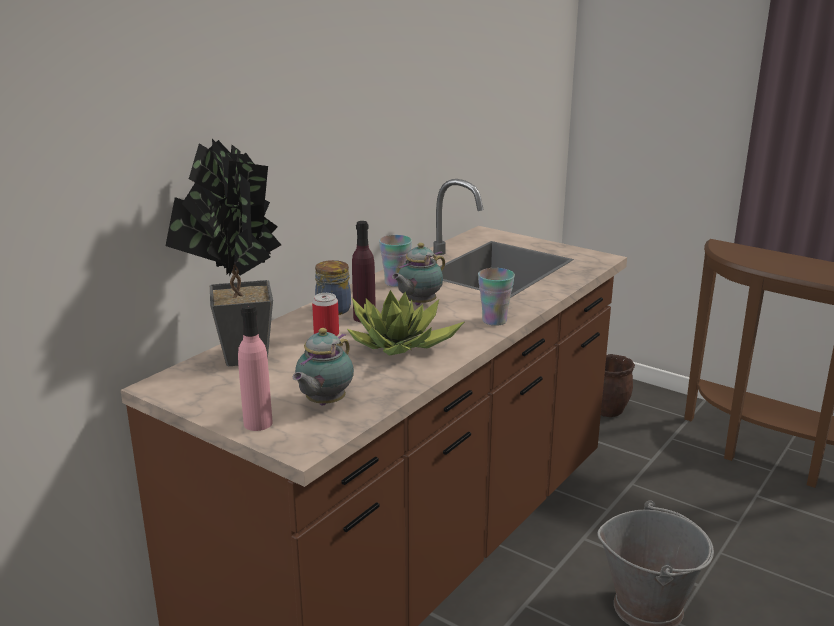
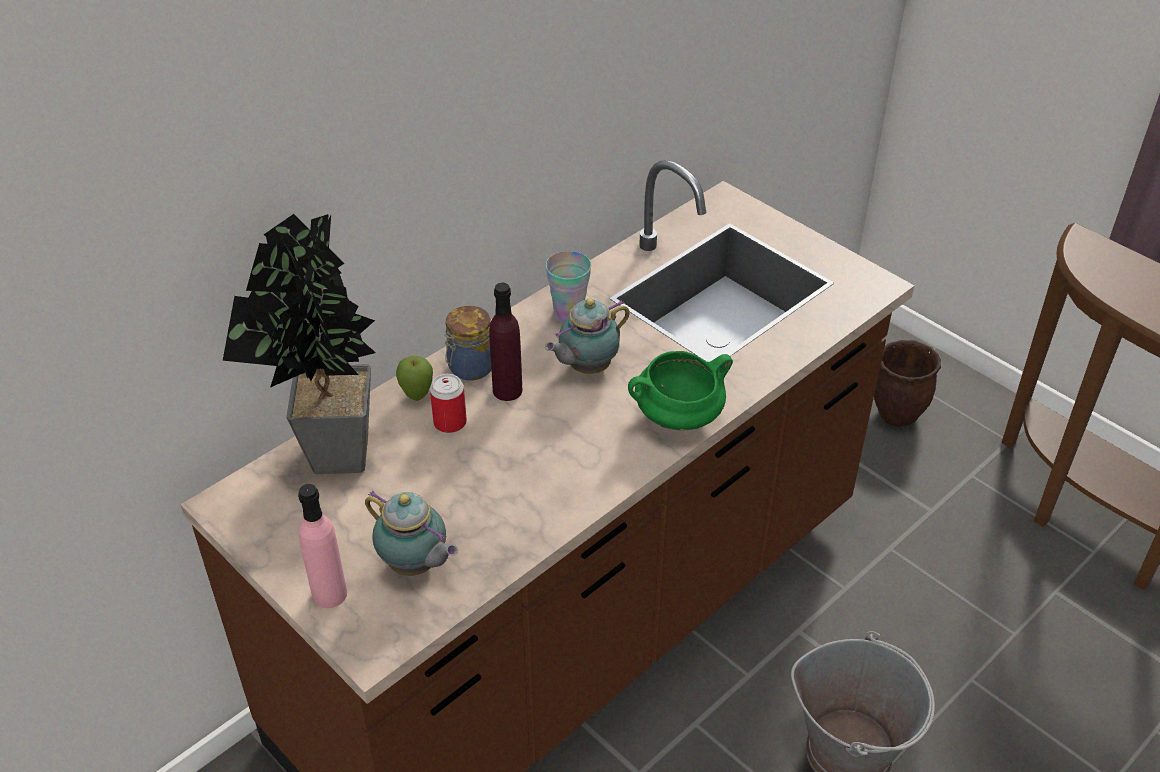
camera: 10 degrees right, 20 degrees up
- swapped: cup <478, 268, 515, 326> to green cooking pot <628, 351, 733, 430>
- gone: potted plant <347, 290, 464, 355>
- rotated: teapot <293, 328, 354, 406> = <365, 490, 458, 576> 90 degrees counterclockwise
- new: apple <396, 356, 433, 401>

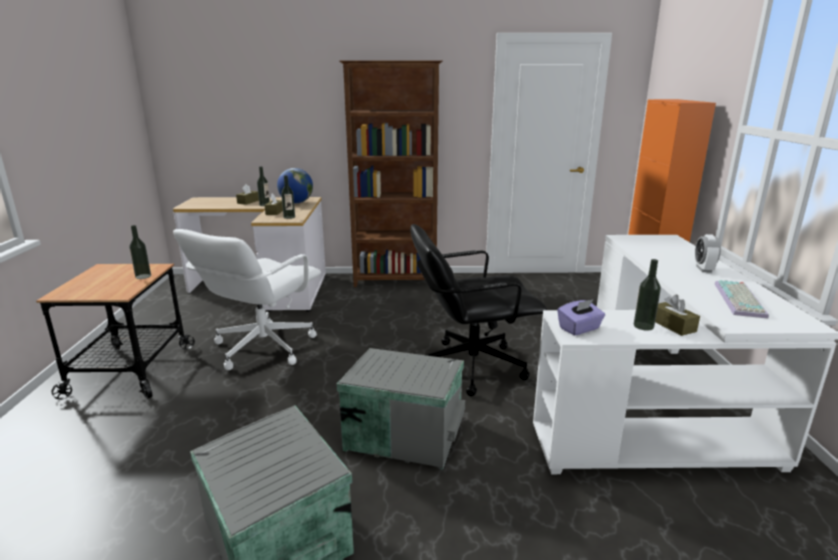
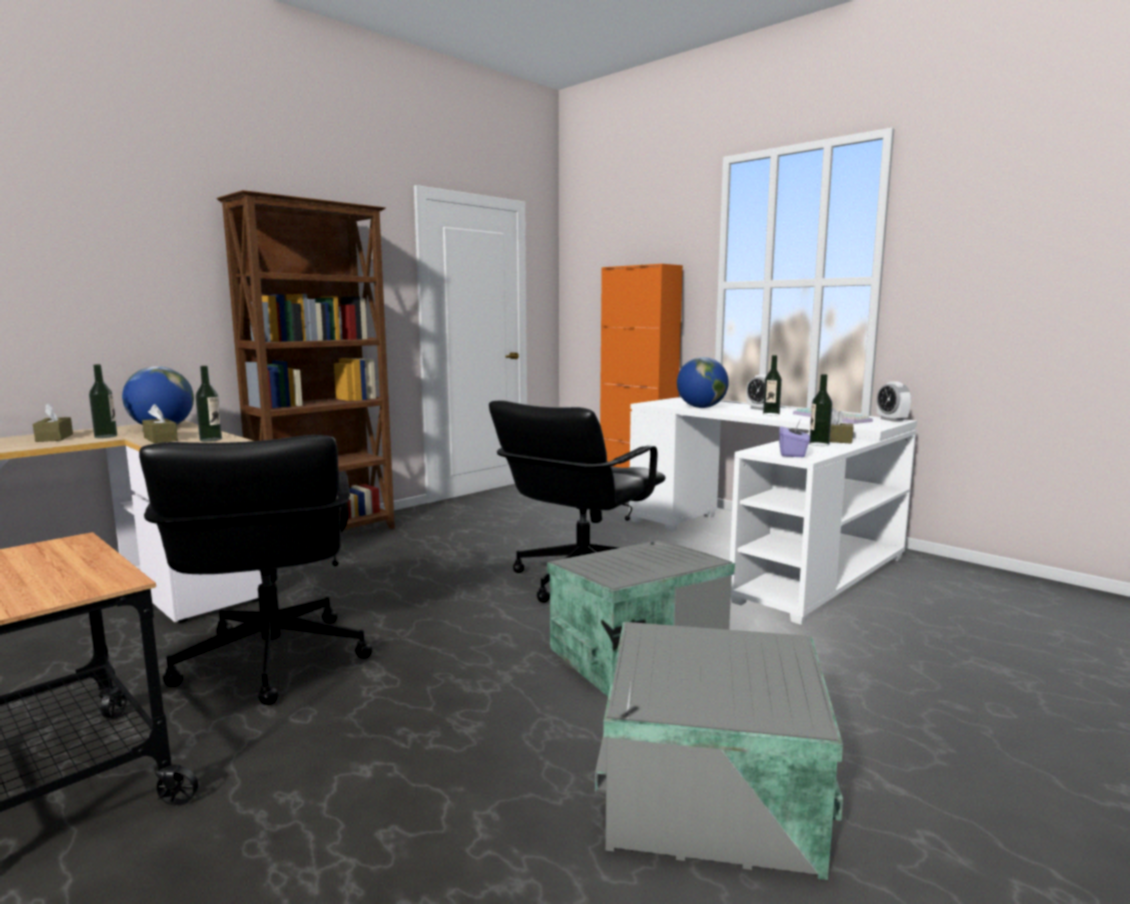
camera: 45 degrees left, 10 degrees down
- shifted: bottle <129, 225, 151, 279> to <763, 355, 782, 415>
- repainted: white office chair <173, 229, 321, 370> to black office chair <139, 435, 372, 705>
- new: globe <677, 357, 729, 408>
- new: alarm clock <877, 381, 911, 422>

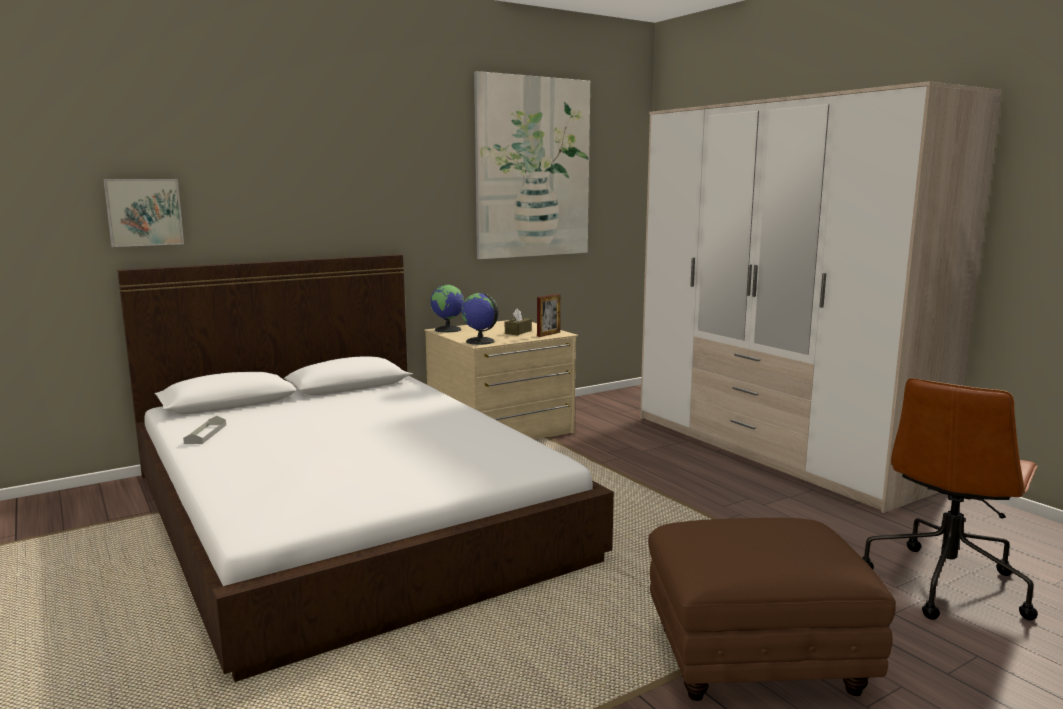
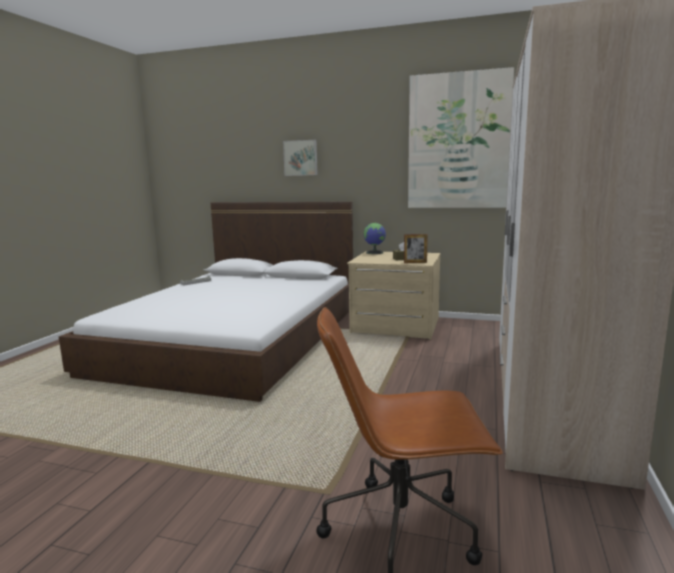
camera: 50 degrees right, 0 degrees up
- shifted: picture <103, 179, 184, 247> to <283, 140, 318, 176>
- gone: globe <461, 293, 499, 345>
- gone: brown ottoman <648, 518, 896, 701>

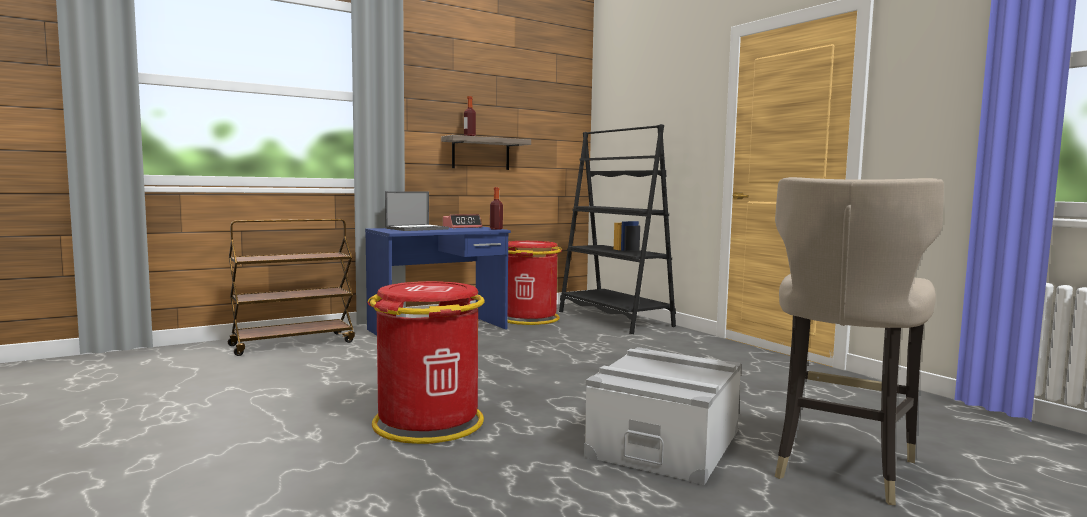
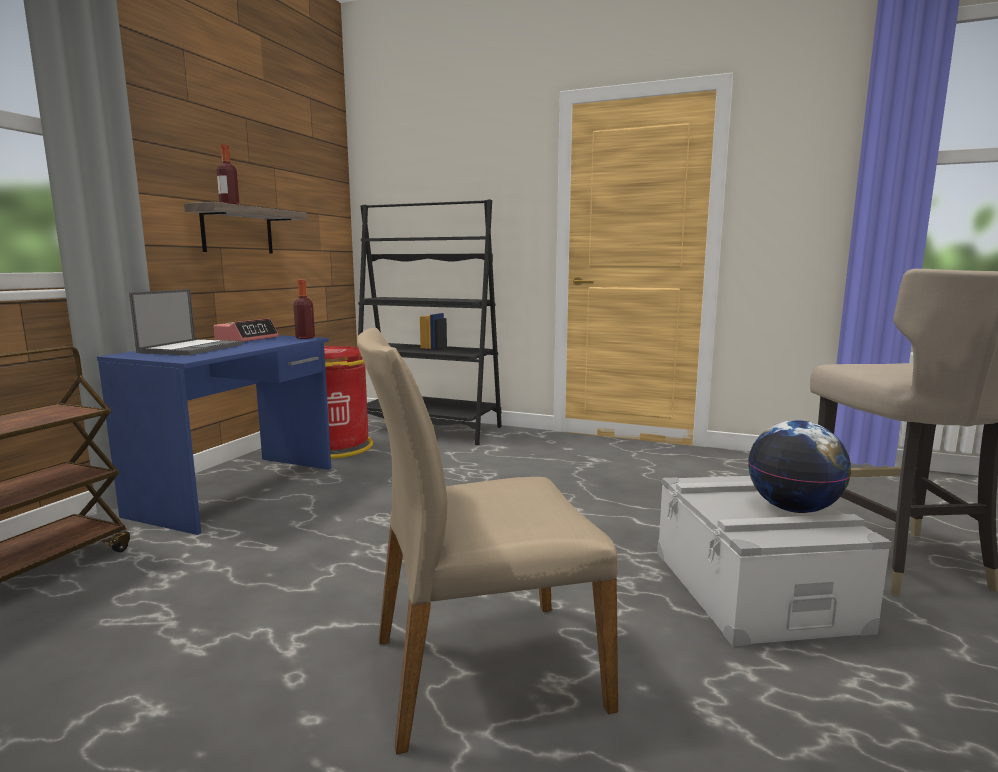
camera: 35 degrees left, 5 degrees up
- swapped: red trash can <367, 281, 485, 444> to beige chair <357, 328, 618, 755>
- new: globe <748, 420, 851, 513>

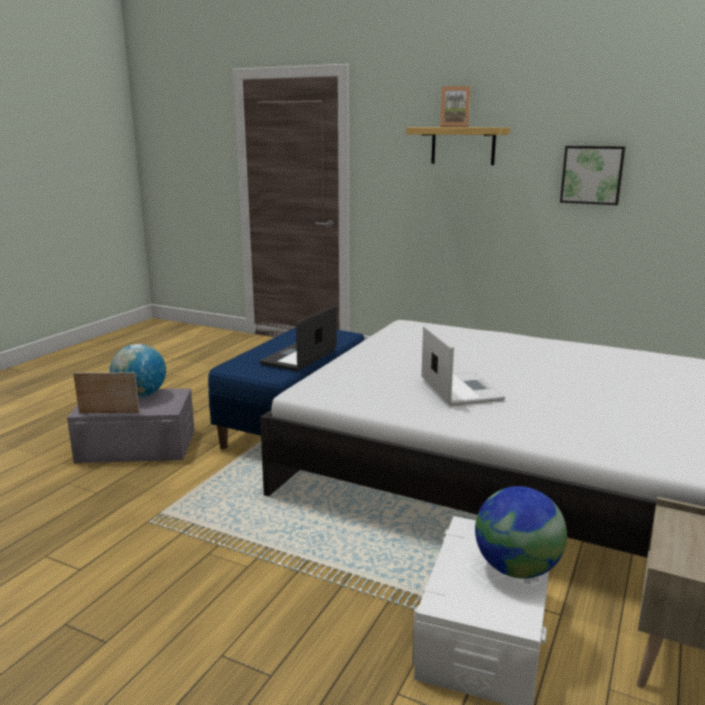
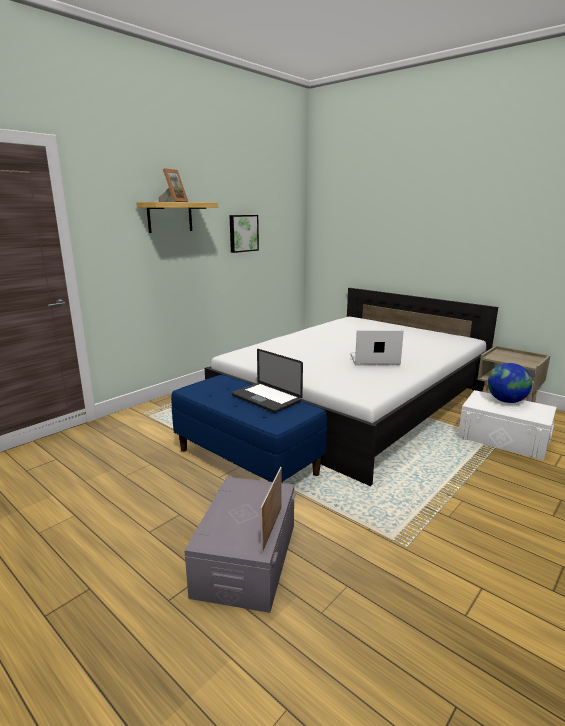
camera: 75 degrees left, 0 degrees up
- gone: globe <110, 344, 166, 398>

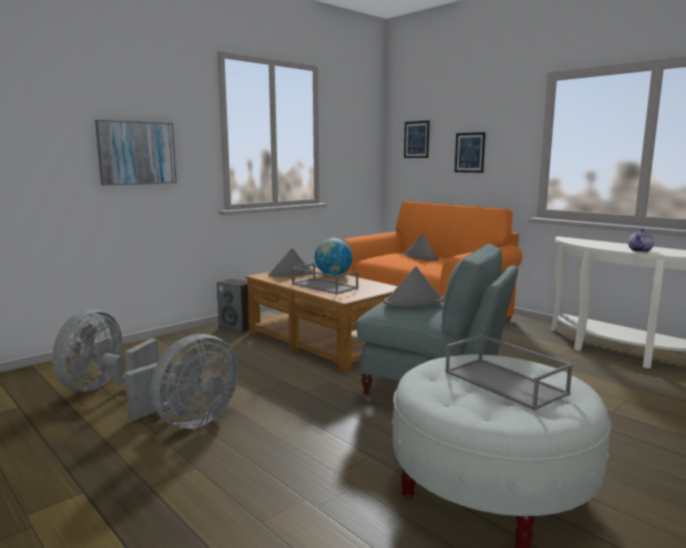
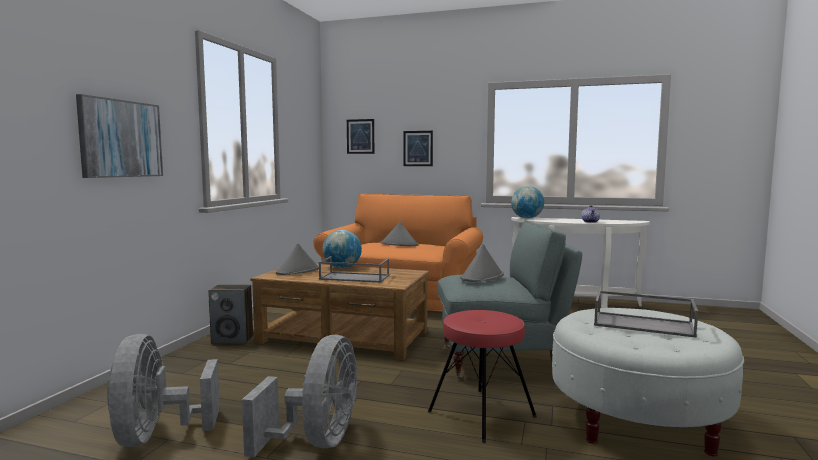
camera: 30 degrees left, 5 degrees down
- new: globe <511, 186, 544, 219>
- new: red stool <428, 310, 537, 443>

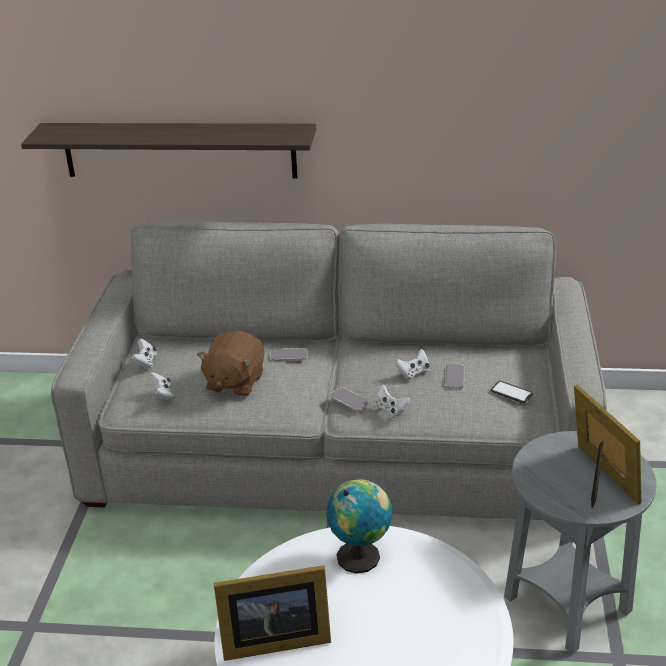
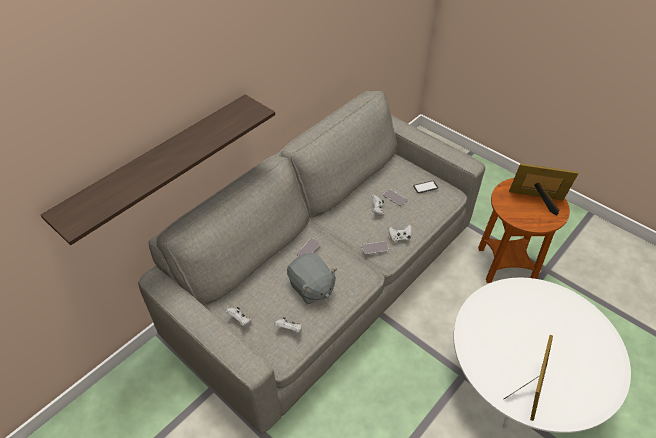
camera: 55 degrees left, 15 degrees up
- repainted: brown plush toy <197, 331, 264, 397> to grey plush toy <287, 253, 337, 304>
- repainted: grey side table <504, 431, 657, 654> to brown side table <478, 178, 570, 283>
- gone: globe <326, 479, 392, 574>

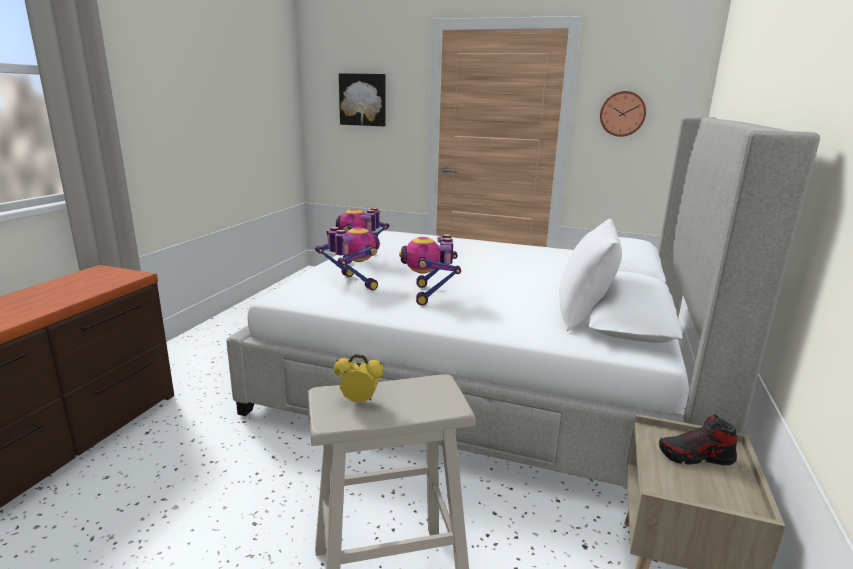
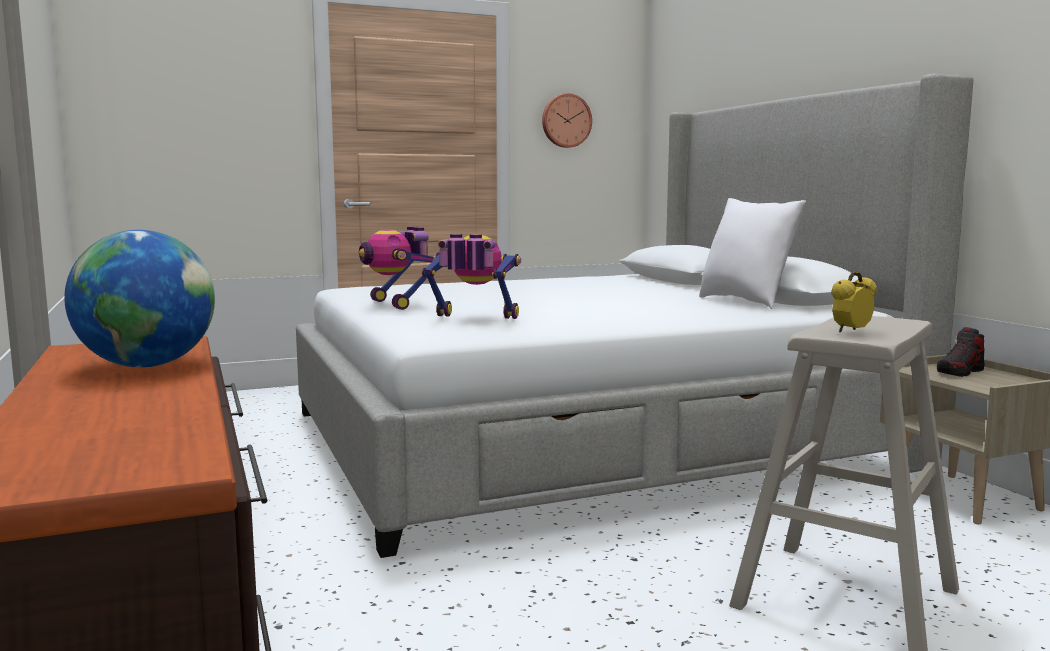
camera: 40 degrees left, 10 degrees down
- gone: picture <339, 73, 386, 126>
- gone: toy robot <399, 234, 461, 305>
- new: globe <64, 230, 215, 368>

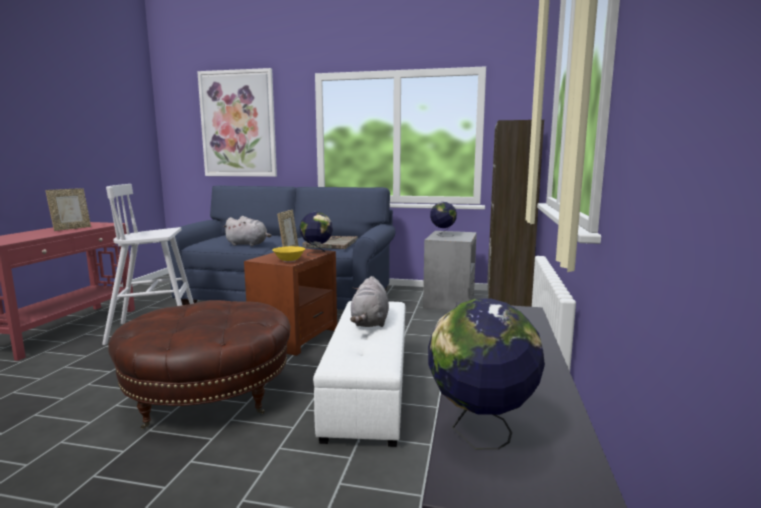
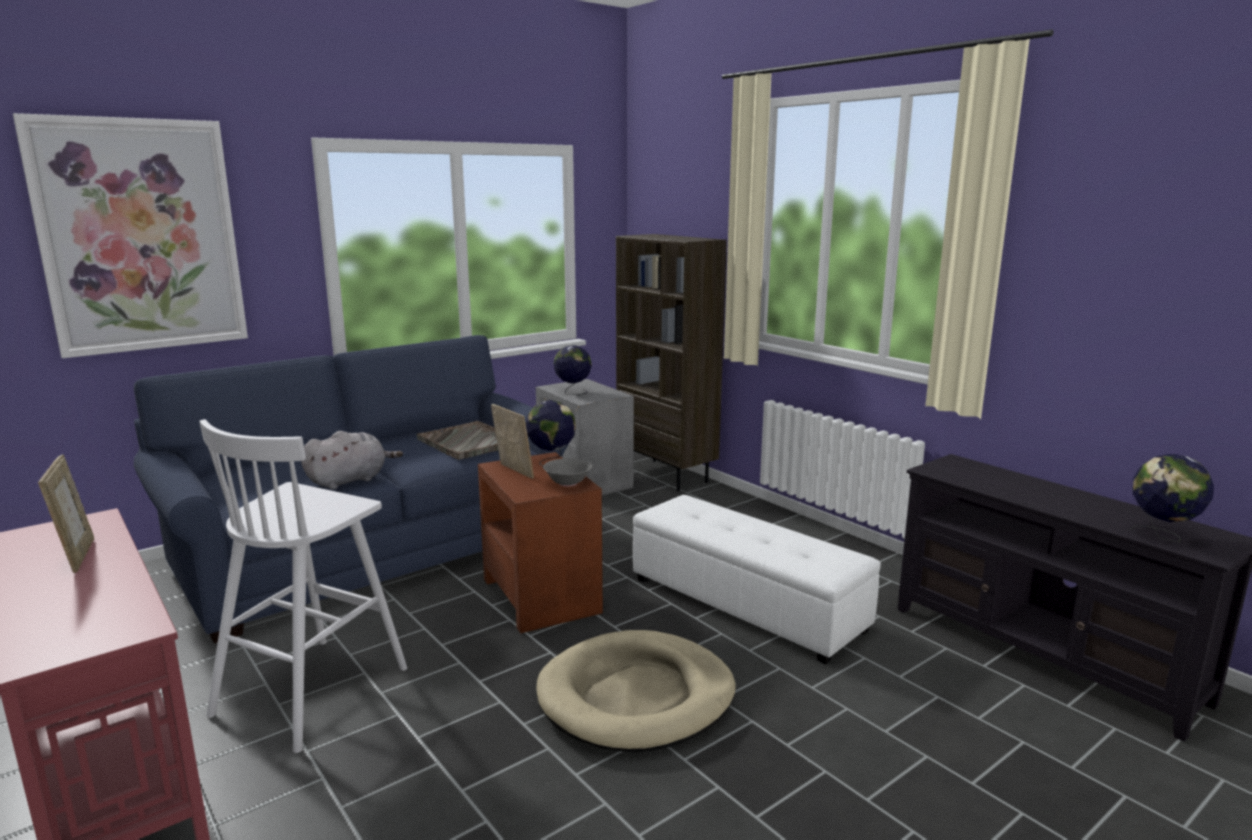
camera: 50 degrees left, 5 degrees up
- repainted: yellow bowl <273, 246, 305, 262> to grey bowl <543, 458, 592, 487>
- gone: grey plush toy <350, 276, 389, 327>
- swapped: brown ottoman <109, 300, 290, 429> to beige dog bed <536, 630, 736, 752>

